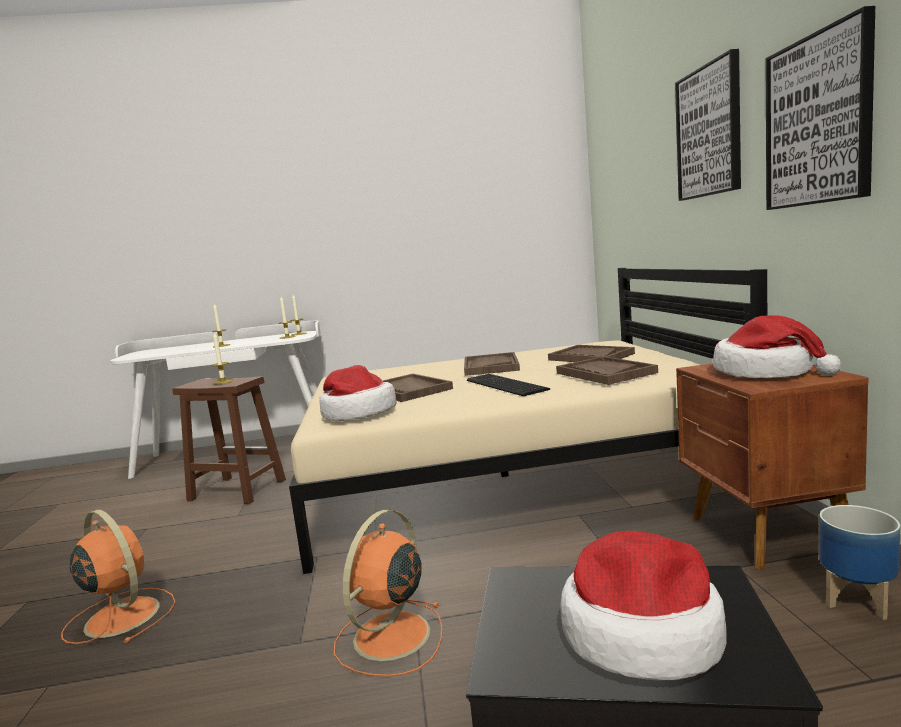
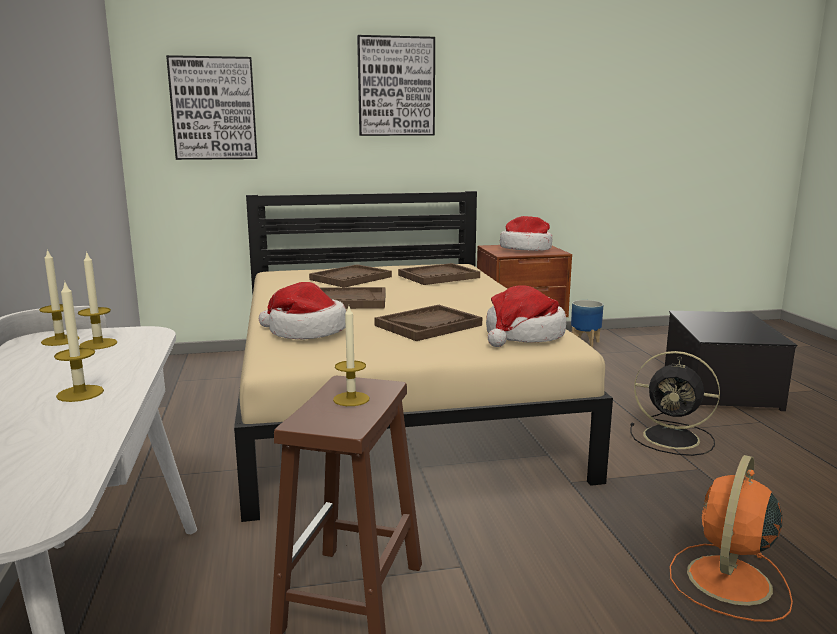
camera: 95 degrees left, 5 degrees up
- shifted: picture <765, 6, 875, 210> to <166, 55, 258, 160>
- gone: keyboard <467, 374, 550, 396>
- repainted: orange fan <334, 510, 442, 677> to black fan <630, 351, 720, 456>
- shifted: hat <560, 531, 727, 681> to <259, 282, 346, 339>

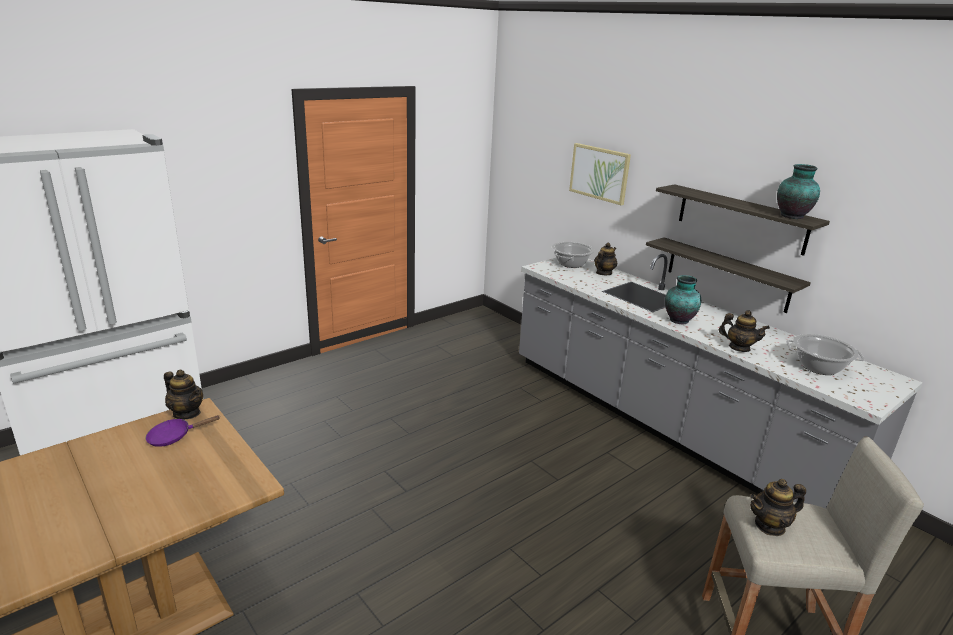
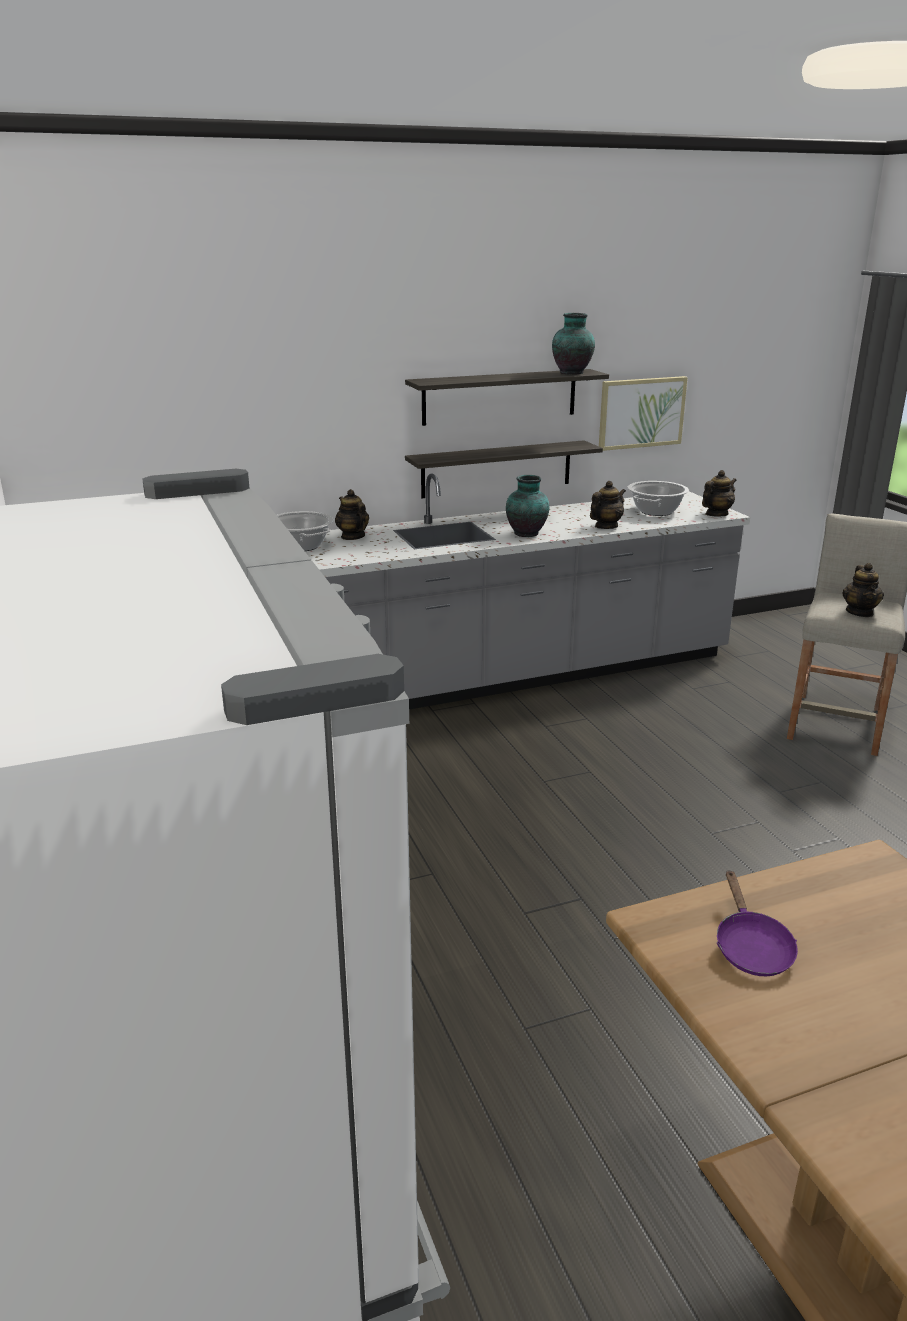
camera: 70 degrees left, 0 degrees up
- shifted: picture <569, 143, 631, 205> to <599, 376, 688, 451>
- shifted: teapot <164, 370, 203, 419> to <702, 470, 737, 517>

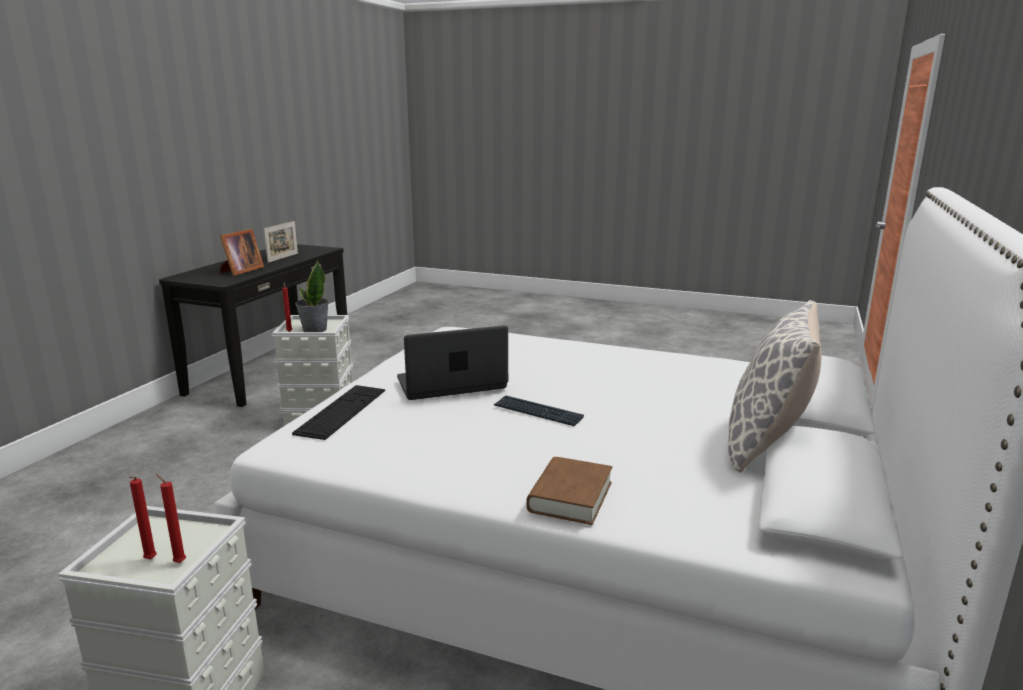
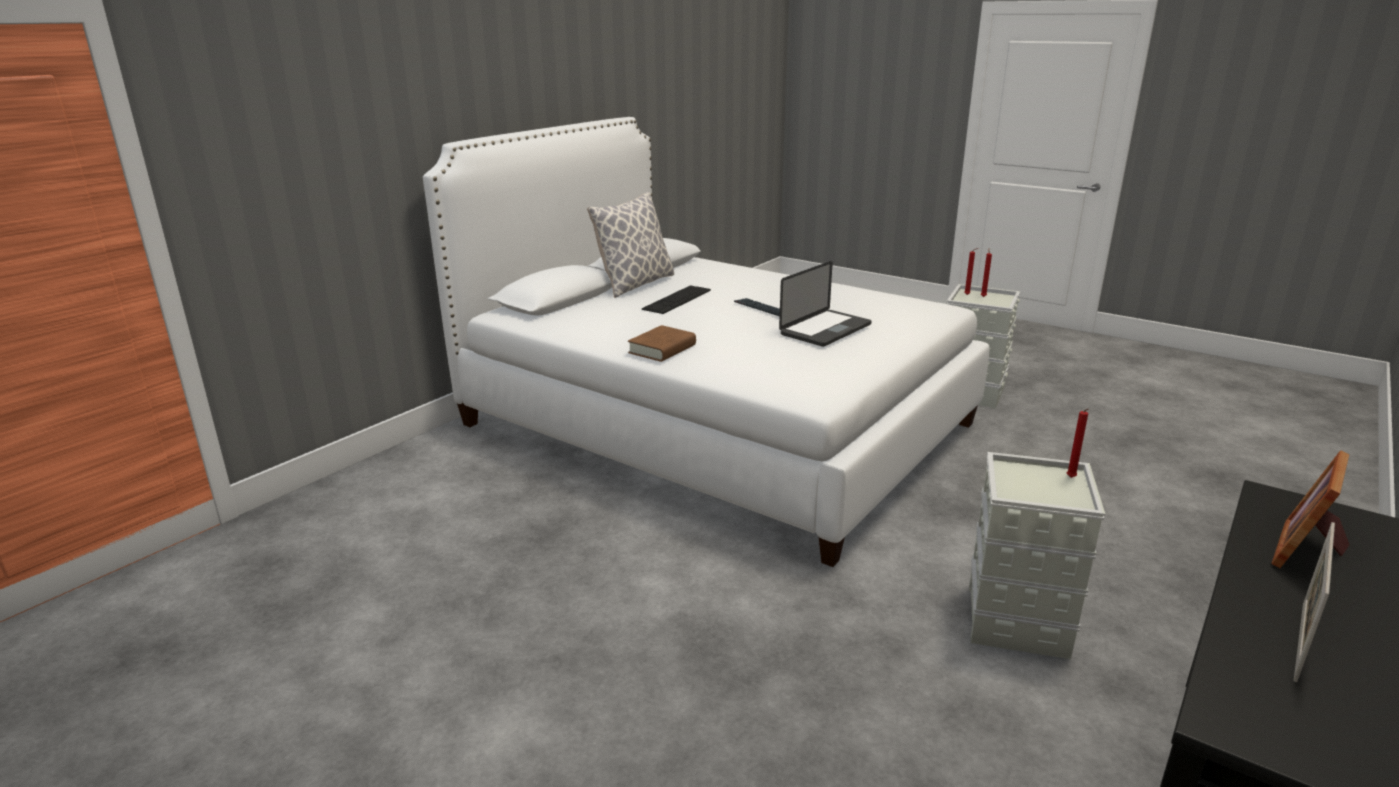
camera: 165 degrees left, 5 degrees up
- gone: potted plant <295, 260, 329, 332>
- rotated: laptop <397, 325, 508, 400> = <779, 261, 872, 347> 45 degrees counterclockwise
- shifted: keyboard <292, 385, 385, 440> to <642, 286, 711, 314>
- shifted: brown book <526, 457, 612, 525> to <628, 325, 696, 362>

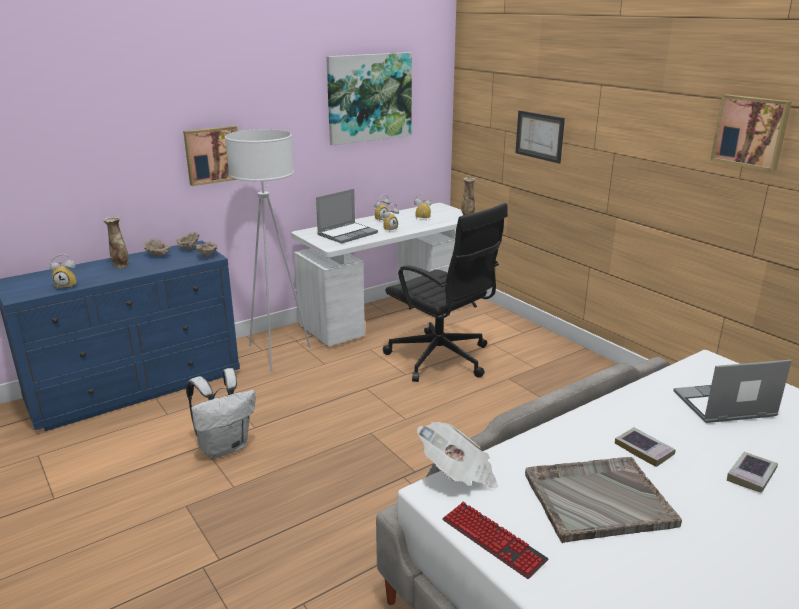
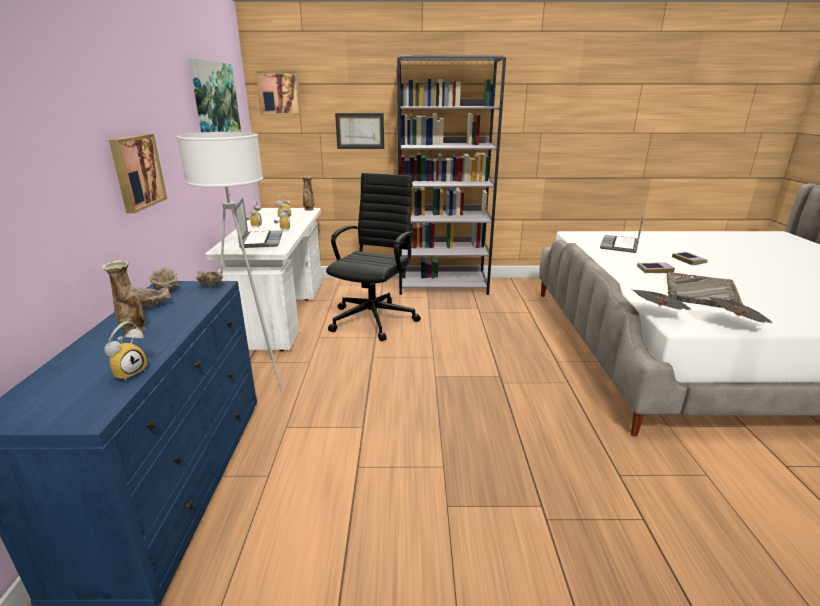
camera: 55 degrees left, 0 degrees up
- shifted: picture <710, 94, 792, 172> to <256, 71, 301, 115>
- rotated: black office chair <383, 203, 508, 382> = <326, 173, 421, 341> 60 degrees counterclockwise
- gone: white backpack <186, 368, 255, 458>
- swapped: keyboard <442, 502, 549, 579> to newspaper <708, 297, 773, 324>
- new: grey bookcase <397, 55, 506, 295>

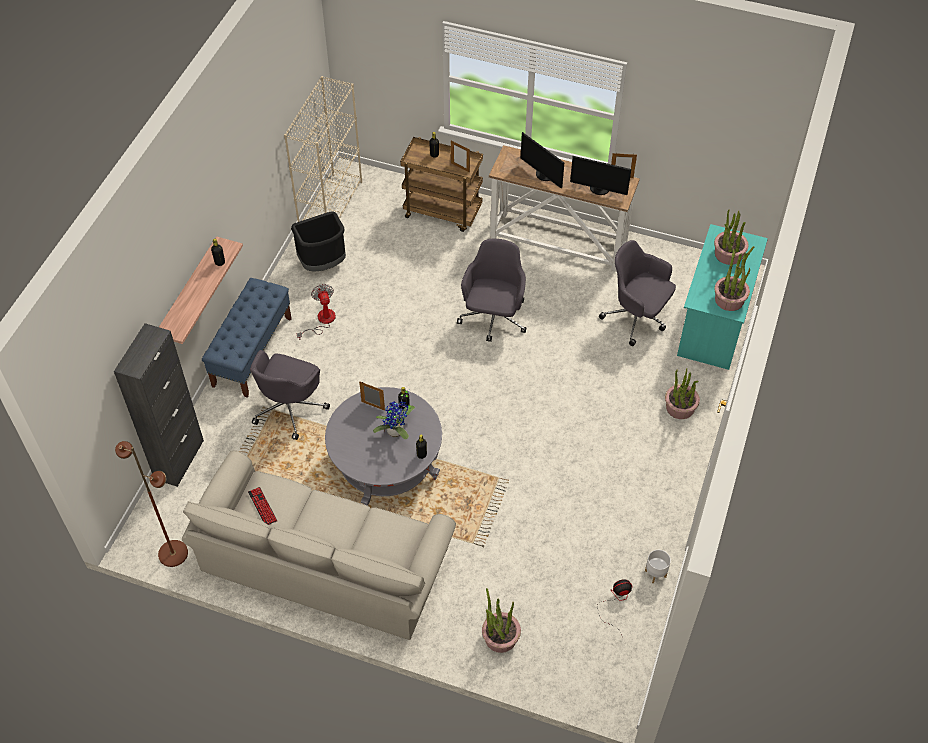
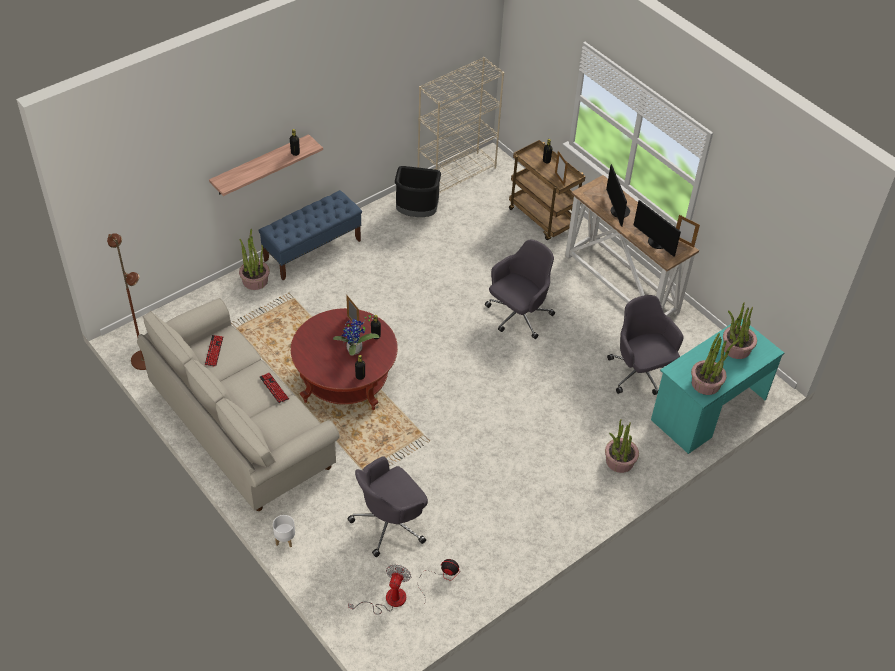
camera: 30 degrees right, 5 degrees down
- shifted: fan <296, 284, 336, 340> to <348, 564, 411, 614>
- gone: black cabinet <114, 323, 204, 487>
- shifted: grey office chair <250, 350, 330, 440> to <348, 456, 428, 557>
- repainted: grey coffee table <325, 387, 442, 506> to red coffee table <291, 308, 398, 410>
- shifted: white planter <645, 550, 671, 584> to <273, 515, 295, 548>
- shifted: potted plant <482, 588, 521, 653> to <239, 228, 270, 290>
- new: keyboard <259, 373, 289, 403>

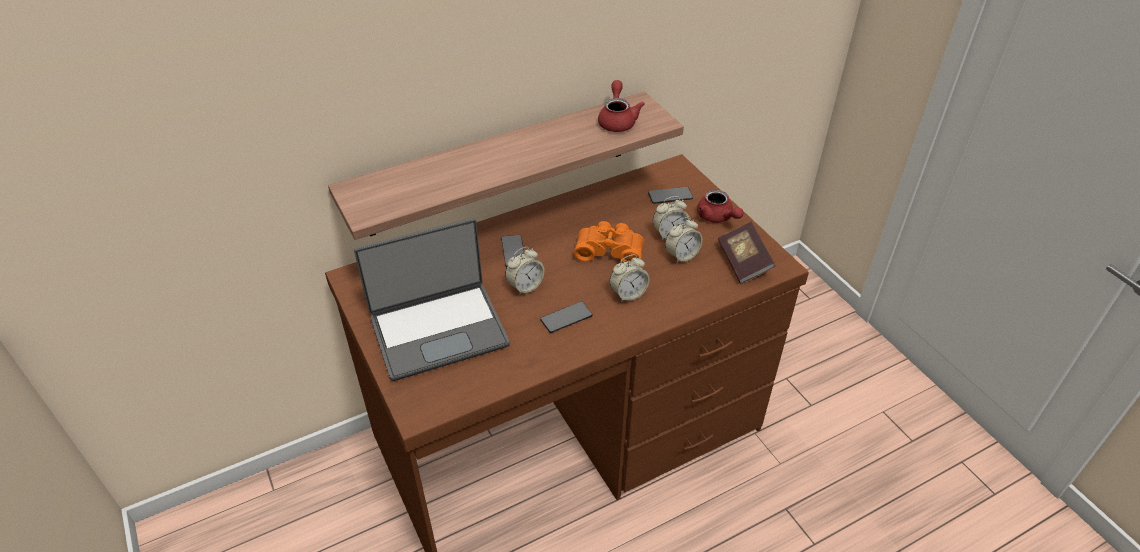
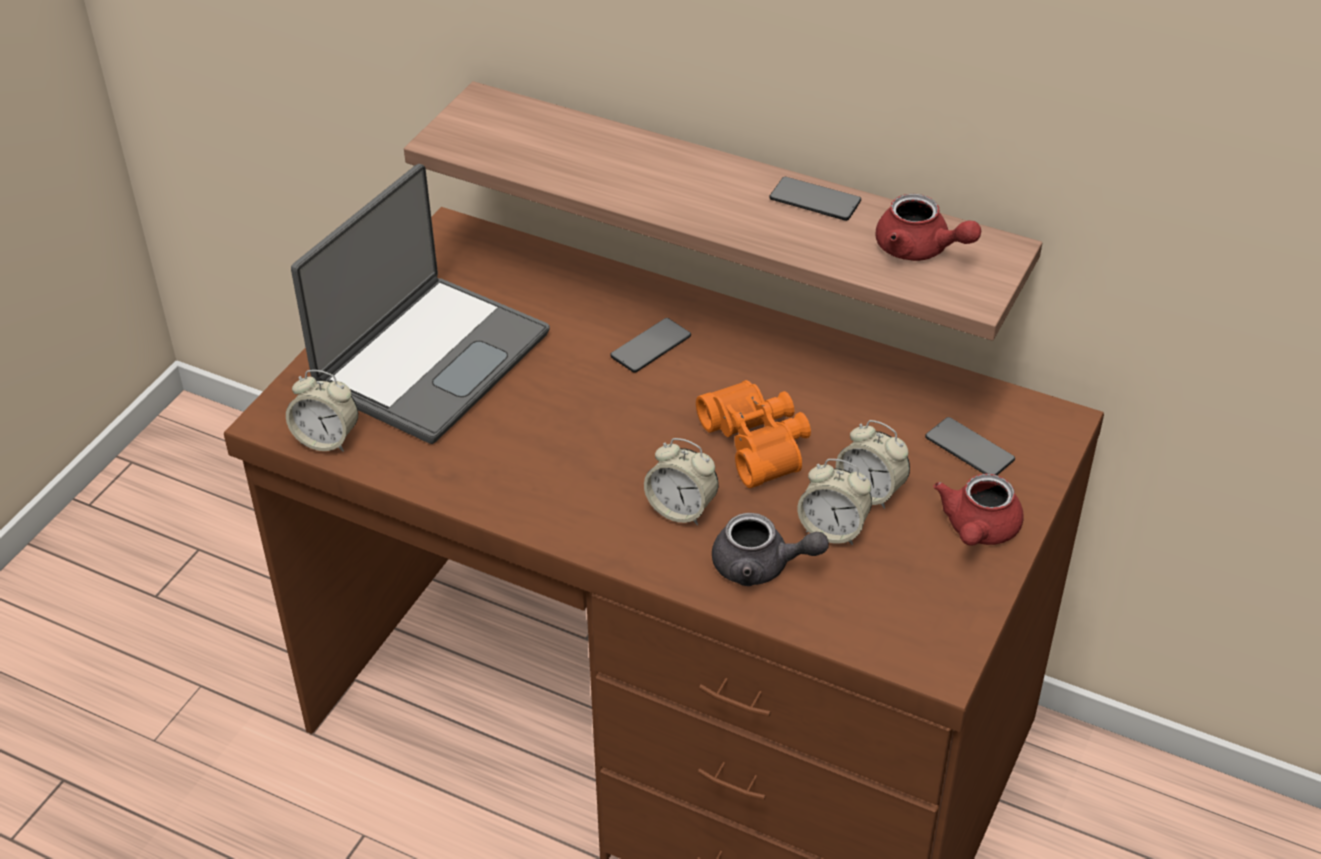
camera: 55 degrees right, 0 degrees up
- rotated: red teapot <598, 80, 645, 132> = <876, 194, 981, 261> 75 degrees clockwise
- rotated: laptop <354, 218, 510, 381> = <291, 164, 550, 444> 90 degrees counterclockwise
- gone: book <718, 222, 775, 284>
- shifted: alarm clock <505, 246, 545, 296> to <286, 370, 358, 452>
- shifted: phone <540, 301, 593, 333> to <769, 177, 861, 221>
- new: grey teapot <712, 513, 829, 586>

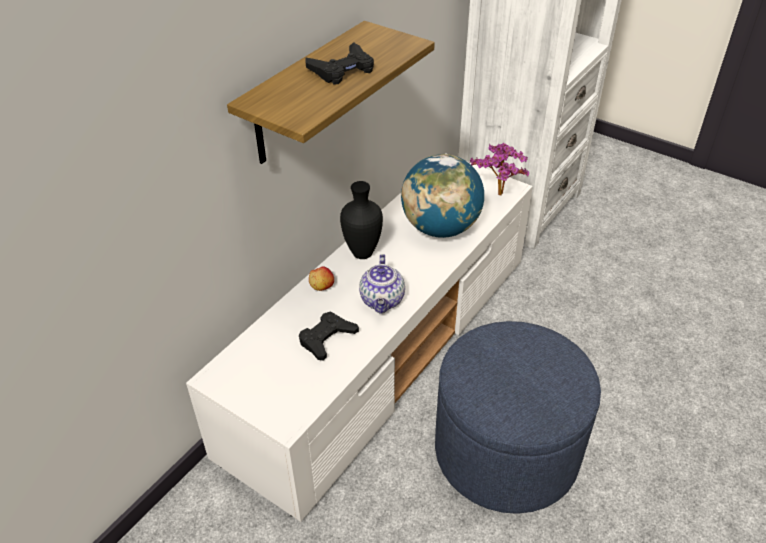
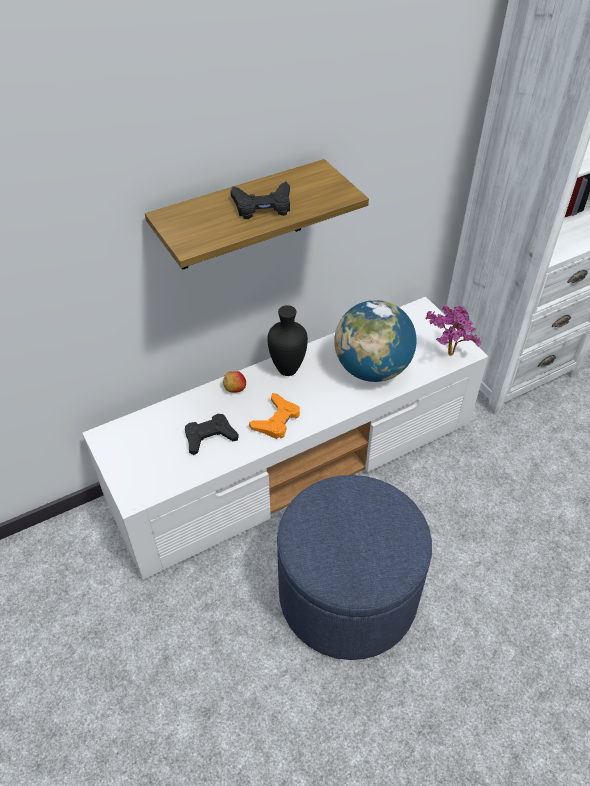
camera: 25 degrees right, 5 degrees up
- swapped: teapot <359, 254, 405, 314> to orange game controller <249, 393, 300, 439>

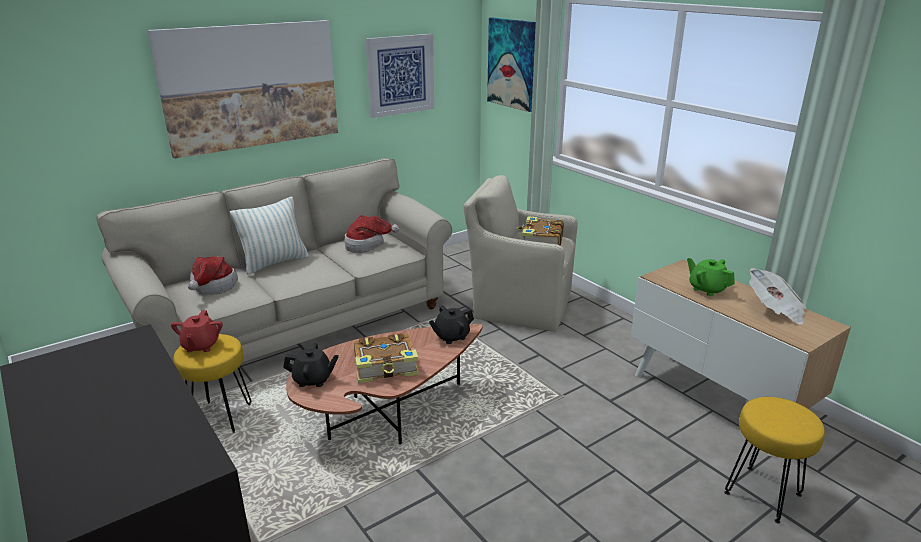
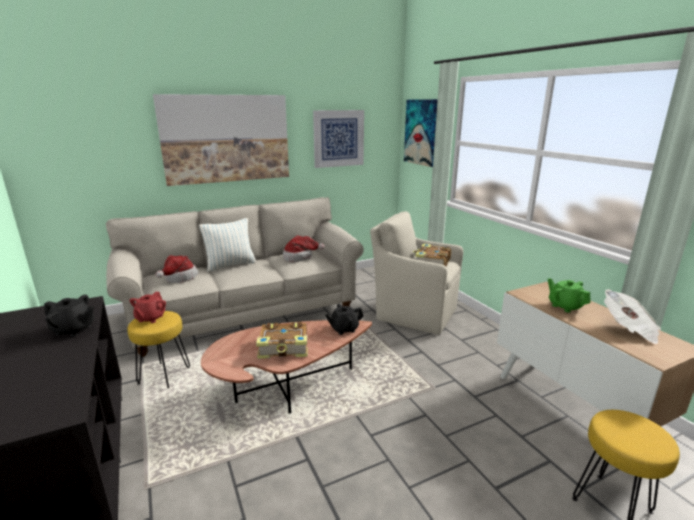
camera: 10 degrees right, 5 degrees down
- shifted: black teapot <283, 343, 339, 387> to <44, 295, 94, 337>

